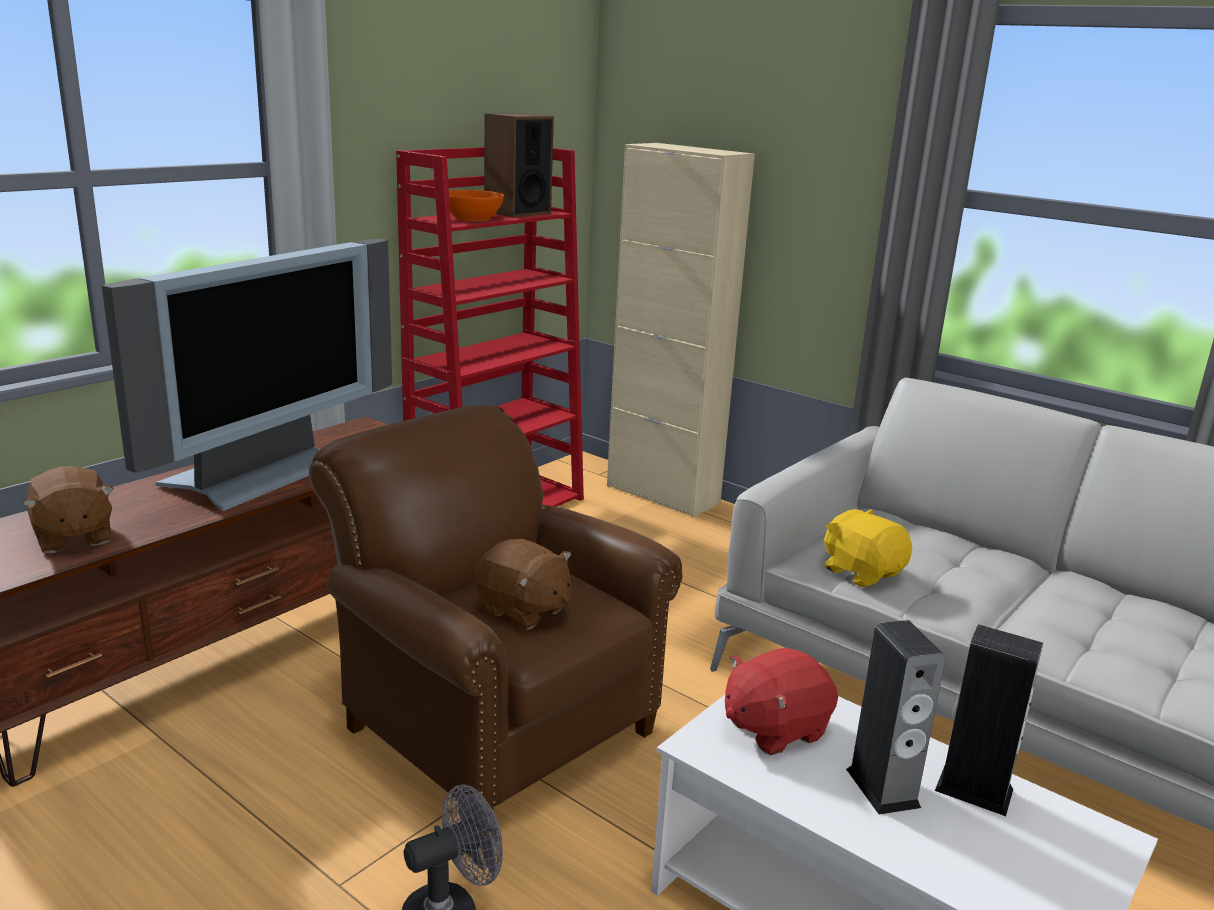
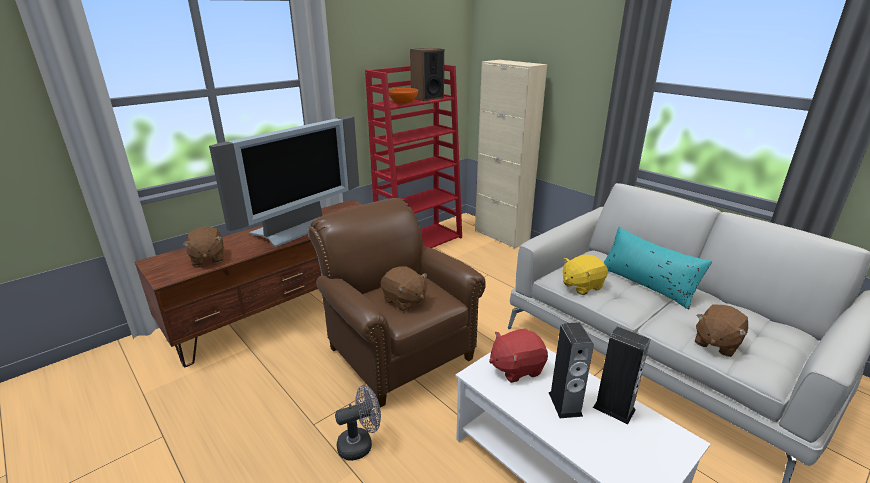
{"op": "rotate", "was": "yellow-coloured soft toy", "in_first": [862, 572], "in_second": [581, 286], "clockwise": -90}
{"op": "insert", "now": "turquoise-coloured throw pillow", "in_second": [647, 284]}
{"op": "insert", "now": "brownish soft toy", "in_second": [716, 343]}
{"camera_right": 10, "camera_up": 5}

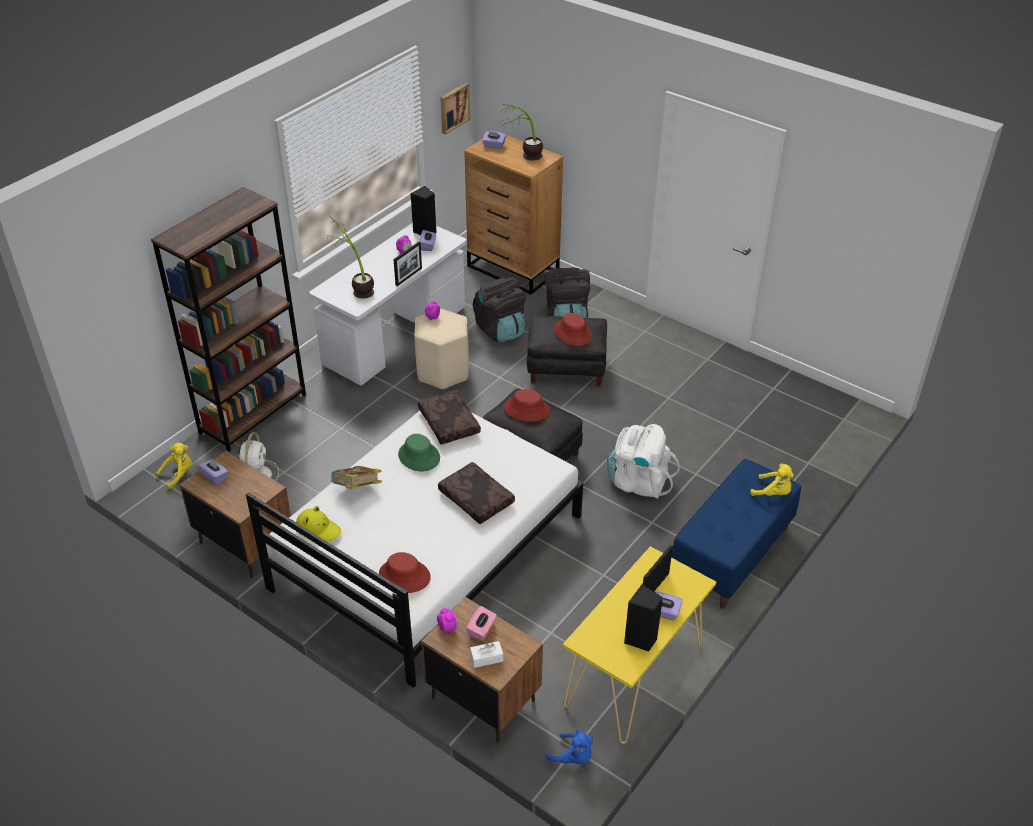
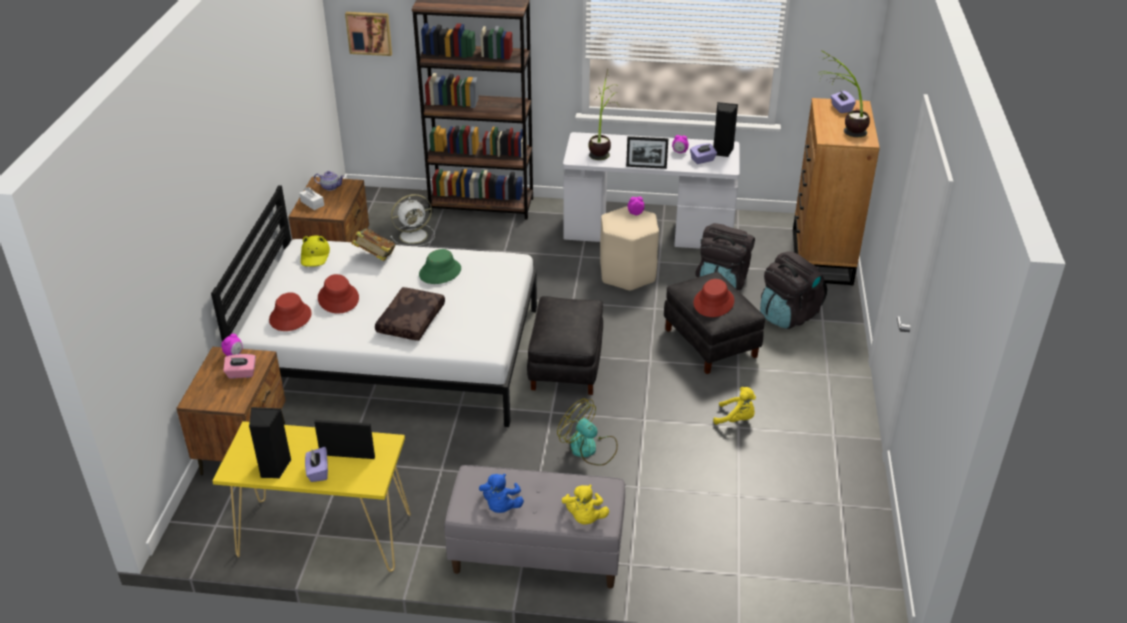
{"op": "move", "was": "yellow-coloured soft toy", "in_first": [179, 474], "in_second": [736, 419]}
{"op": "replace", "was": "purplish box of tissues", "now": "tea pot", "in_first": [215, 477], "in_second": [330, 187]}
{"op": "delete", "was": "brownish throw pillow", "in_first": [447, 423]}
{"op": "move", "was": "picture", "in_first": [453, 107], "in_second": [369, 32]}
{"op": "move", "was": "white-coloured box of tissues", "in_first": [486, 658], "in_second": [312, 203]}
{"op": "move", "was": "red-coloured wearable hat", "in_first": [527, 409], "in_second": [338, 298]}
{"op": "move", "was": "bluish soft toy", "in_first": [573, 757], "in_second": [501, 506]}
{"op": "replace", "was": "white-coloured rucksack", "now": "fan", "in_first": [638, 482], "in_second": [589, 449]}
{"op": "recolor", "was": "bluish bench", "now": "gray bench", "in_first": [731, 555], "in_second": [536, 554]}
{"camera_right": 60, "camera_up": -5}

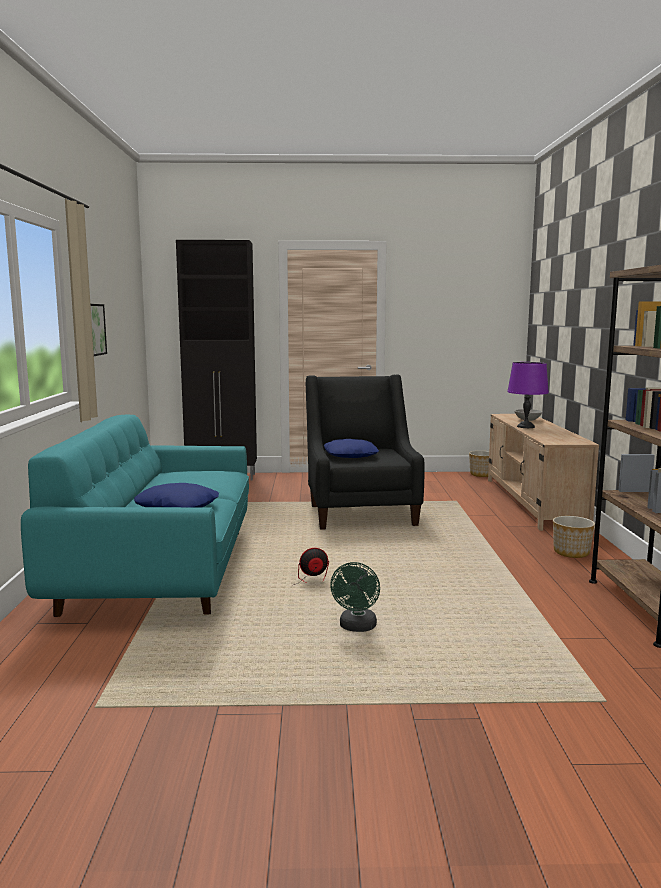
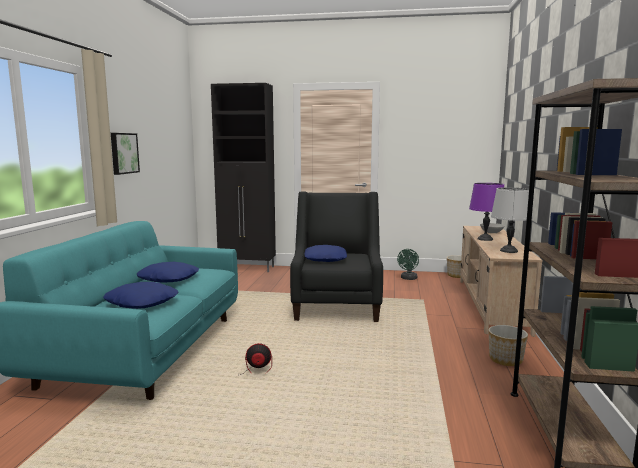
{"op": "move", "was": "green-coloured fan", "in_first": [357, 627], "in_second": [408, 278]}
{"op": "insert", "now": "bluish throw pillow", "in_second": [169, 278]}
{"op": "insert", "now": "gray tabletop lamp", "in_second": [508, 251]}
{"camera_right": 10, "camera_up": 0}

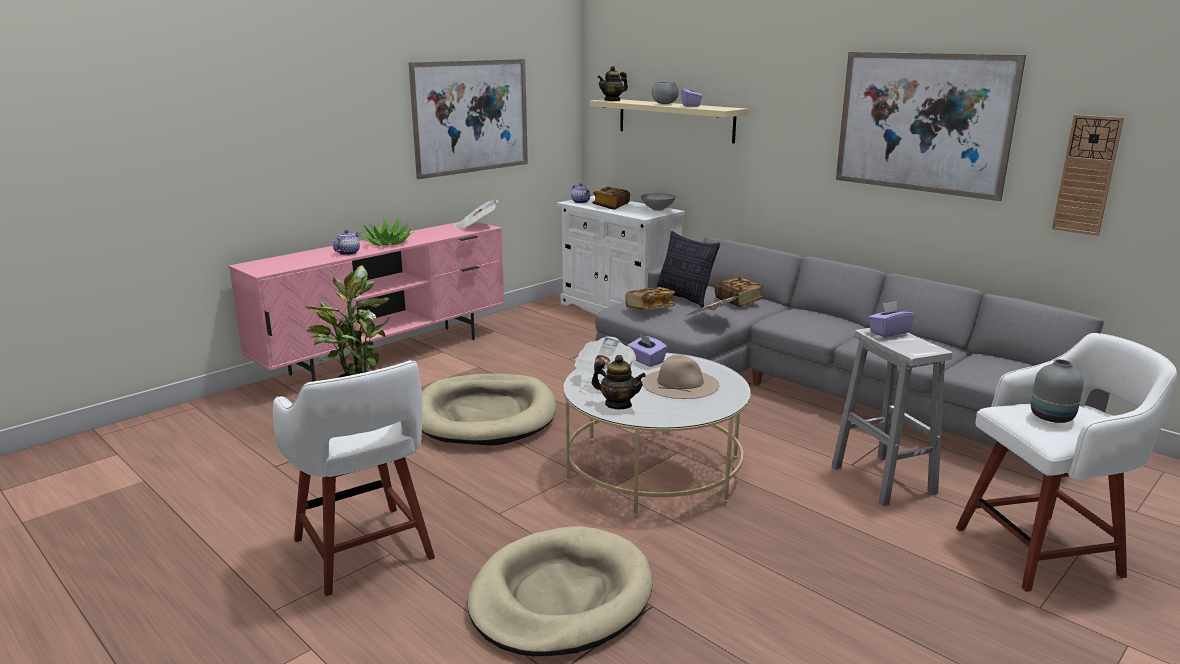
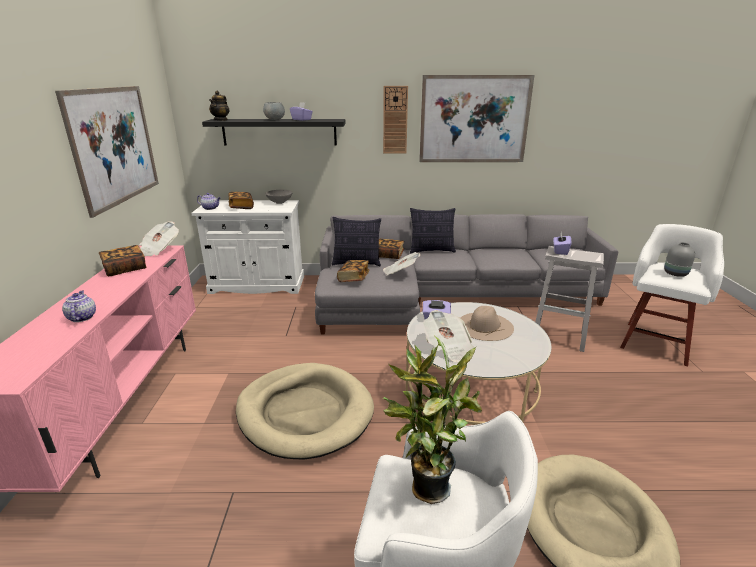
{"op": "delete", "was": "potted plant", "in_first": [387, 243]}
{"op": "recolor", "was": "beige-coloured bracket shelf", "now": "black bracket shelf", "in_first": [675, 120], "in_second": [279, 132]}
{"op": "delete", "was": "tea pot", "in_first": [618, 404]}
{"op": "move", "was": "hanging clock", "in_first": [1087, 175], "in_second": [395, 120]}
{"op": "insert", "now": "book", "in_second": [125, 269]}
{"op": "insert", "now": "throw pillow", "in_second": [431, 250]}
{"camera_right": -45, "camera_up": 5}

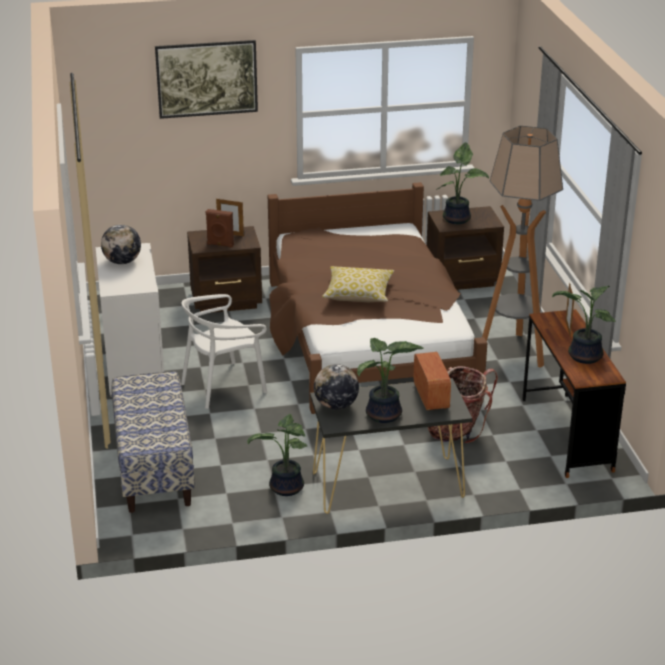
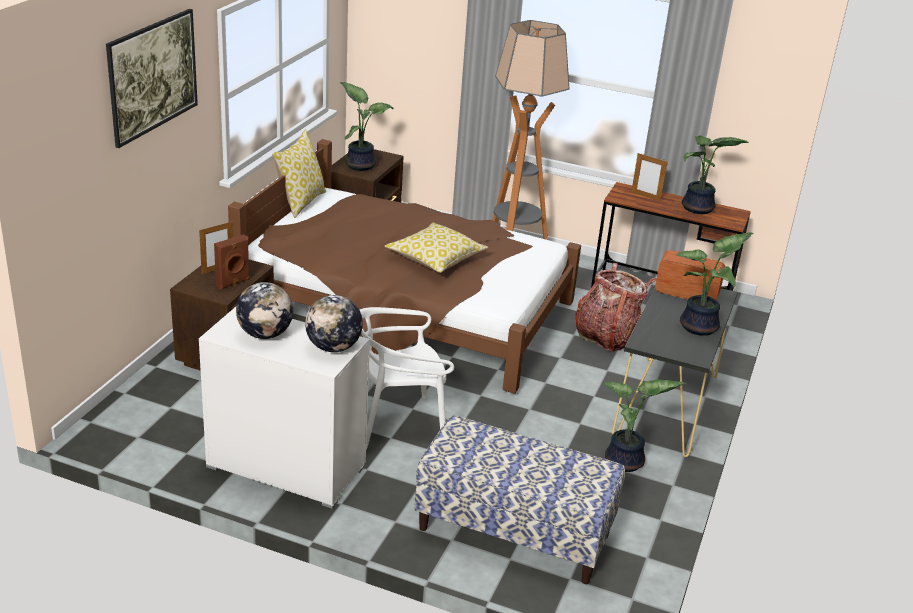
{"op": "rotate", "was": "white-coloured plain chair", "in_first": [223, 386], "in_second": [398, 424], "clockwise": 75}
{"op": "move", "was": "globe", "in_first": [336, 406], "in_second": [333, 347]}
{"op": "insert", "now": "throw pillow", "in_second": [300, 202]}
{"camera_right": -60, "camera_up": 0}

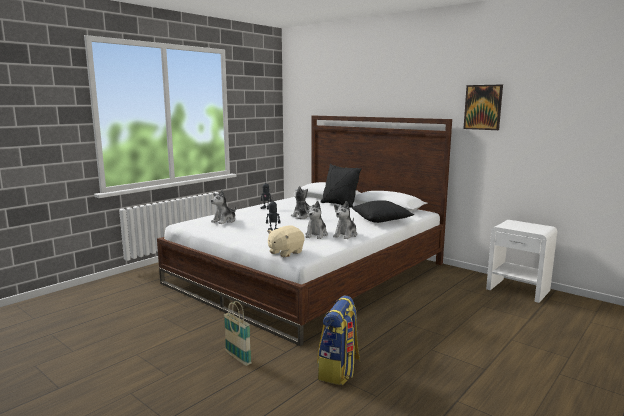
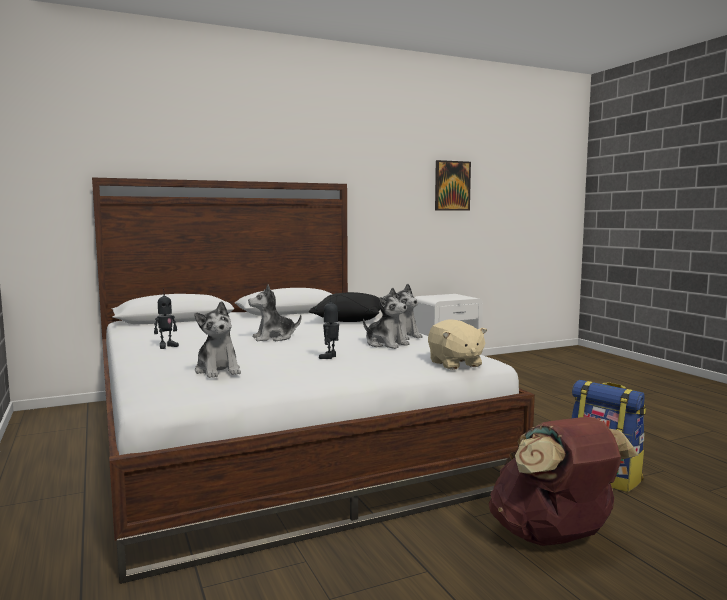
{"op": "replace", "was": "household basket", "now": "brownish rucksack", "in_first": [238, 358], "in_second": [553, 537]}
{"op": "delete", "was": "black throw pillow", "in_first": [339, 204]}
{"op": "move", "was": "picture", "in_first": [483, 107], "in_second": [452, 186]}
{"camera_right": -65, "camera_up": -5}

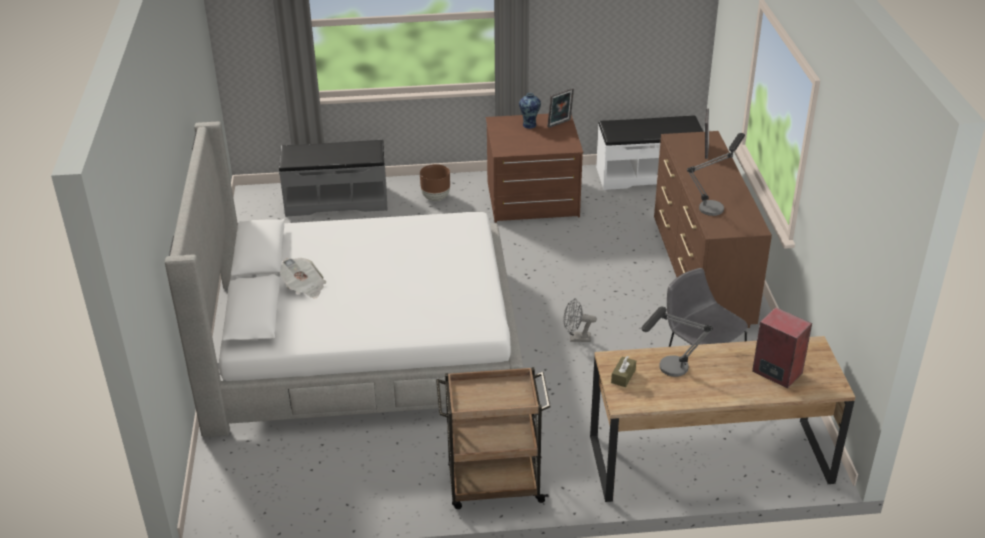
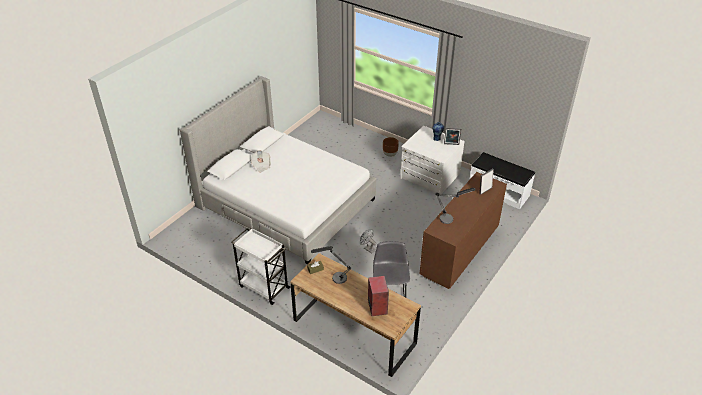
{"op": "delete", "was": "gray bench", "in_first": [336, 201]}
{"op": "recolor", "was": "brownish wheeled cart", "now": "white-coloured wheeled cart", "in_first": [493, 485], "in_second": [263, 287]}
{"op": "recolor", "was": "brownish chest of drawers", "now": "white-coloured chest of drawers", "in_first": [532, 200], "in_second": [429, 176]}
{"camera_right": 40, "camera_up": 5}

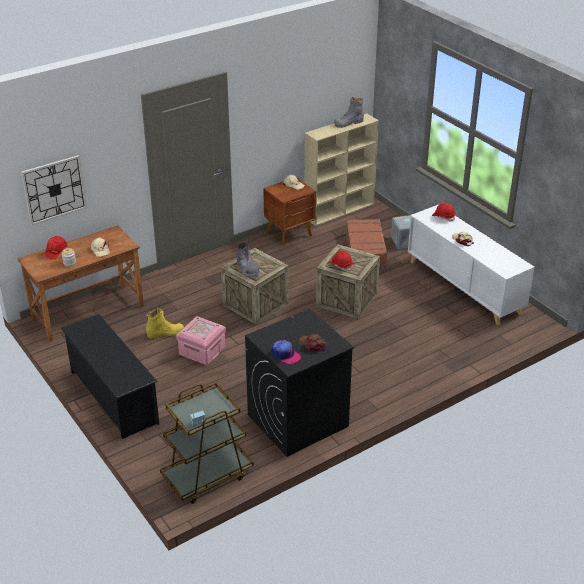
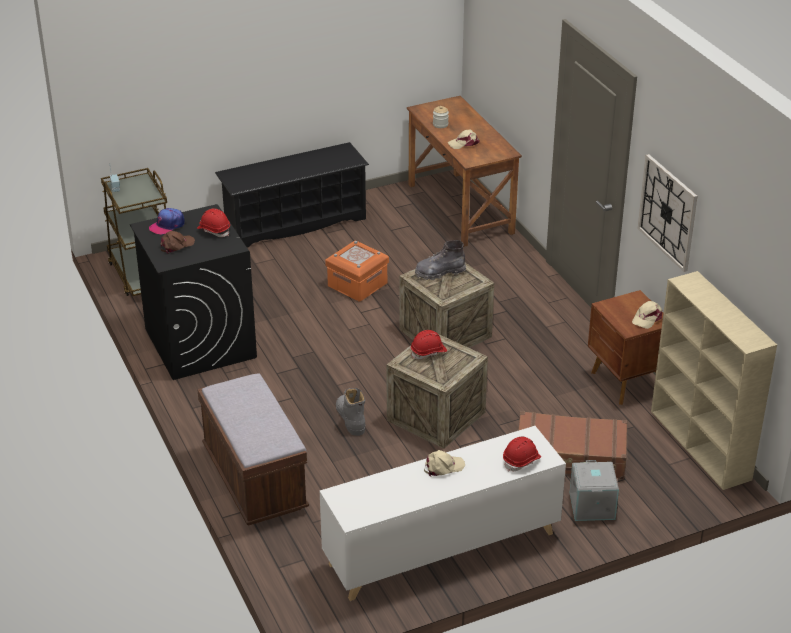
{"op": "move", "was": "hanging clock", "in_first": [54, 189], "in_second": [668, 212]}
{"op": "move", "was": "red-coloured safety helmet", "in_first": [56, 252], "in_second": [214, 230]}
{"op": "delete", "was": "yellow-coloured tall boot", "in_first": [165, 333]}
{"op": "recolor", "was": "pink-coloured storage box", "now": "orange storage box", "in_first": [202, 350], "in_second": [357, 284]}
{"op": "move", "was": "gray tall boot", "in_first": [349, 123], "in_second": [350, 419]}
{"op": "insert", "now": "brownish bench", "in_second": [254, 480]}
{"camera_right": 100, "camera_up": 0}

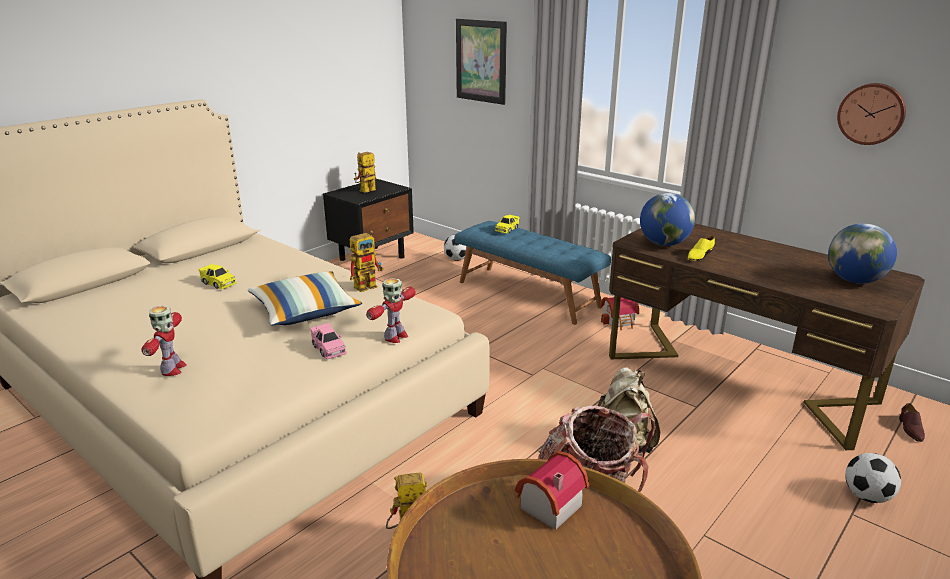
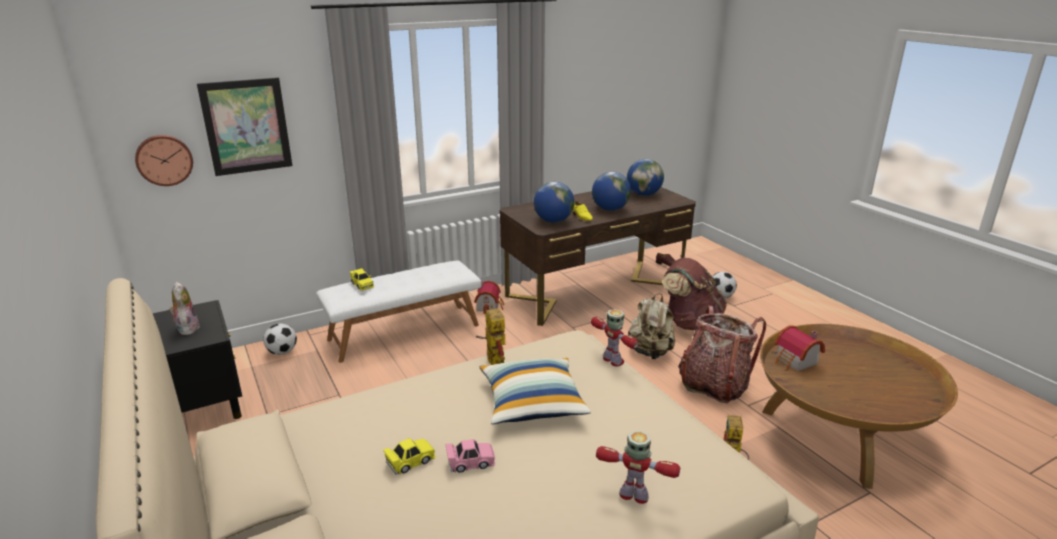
{"op": "move", "was": "pink-coloured toy car", "in_first": [329, 349], "in_second": [470, 462]}
{"op": "replace", "was": "toy robot", "now": "soft toy", "in_first": [365, 191], "in_second": [187, 328]}
{"op": "recolor", "was": "bluish bench", "now": "white-coloured bench", "in_first": [528, 294], "in_second": [404, 332]}
{"op": "move", "was": "hanging clock", "in_first": [871, 113], "in_second": [164, 160]}
{"op": "insert", "now": "globe", "in_second": [610, 209]}
{"op": "insert", "now": "brownish rucksack", "in_second": [690, 324]}
{"camera_right": -70, "camera_up": 0}

